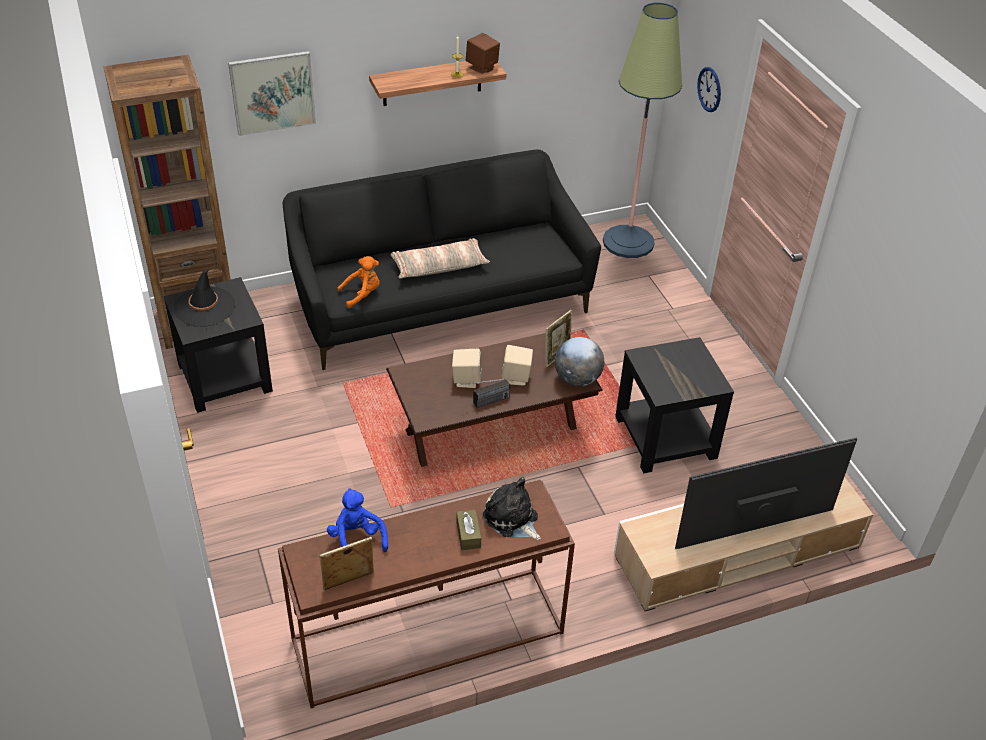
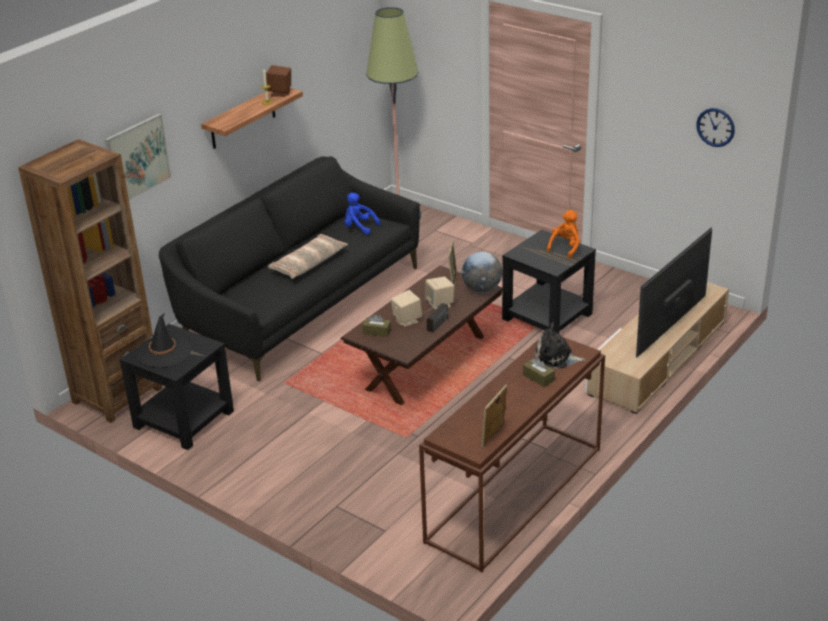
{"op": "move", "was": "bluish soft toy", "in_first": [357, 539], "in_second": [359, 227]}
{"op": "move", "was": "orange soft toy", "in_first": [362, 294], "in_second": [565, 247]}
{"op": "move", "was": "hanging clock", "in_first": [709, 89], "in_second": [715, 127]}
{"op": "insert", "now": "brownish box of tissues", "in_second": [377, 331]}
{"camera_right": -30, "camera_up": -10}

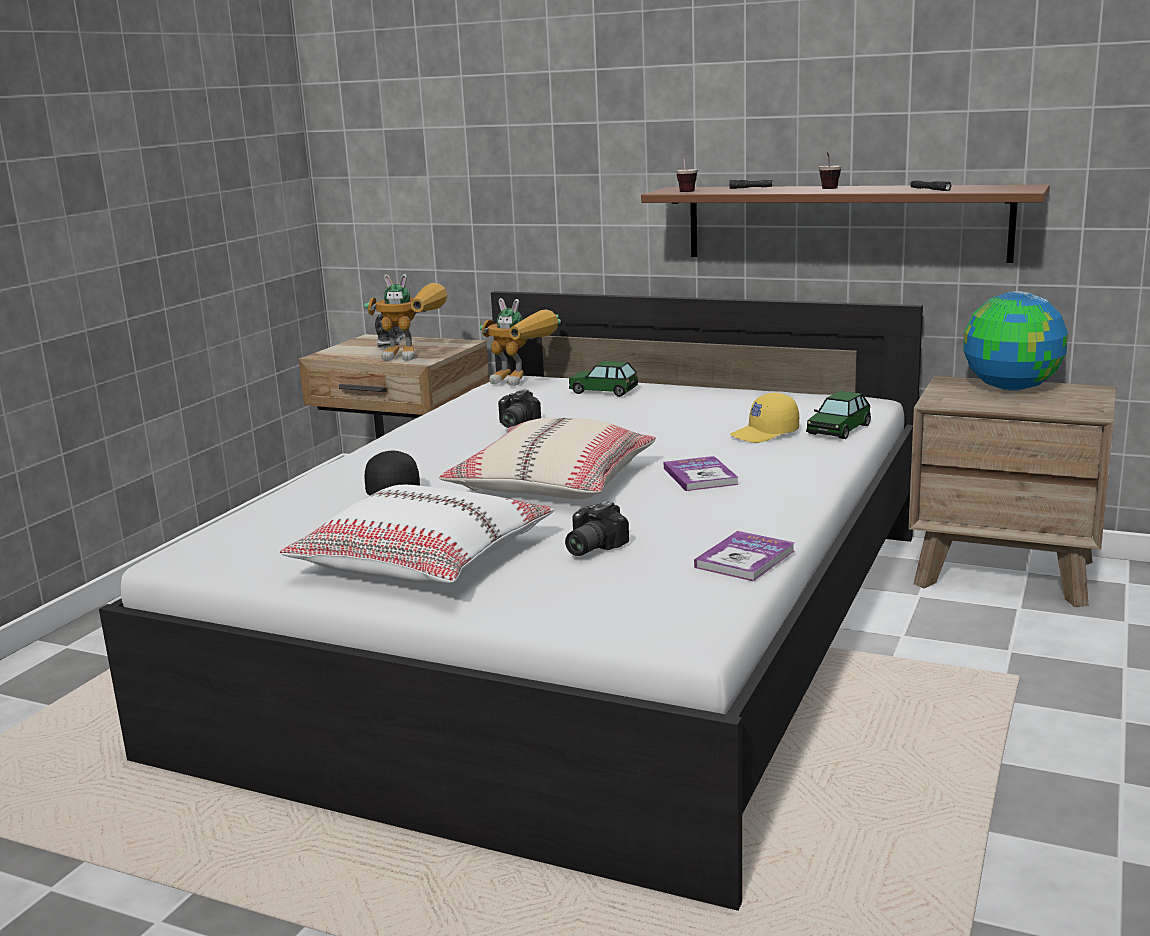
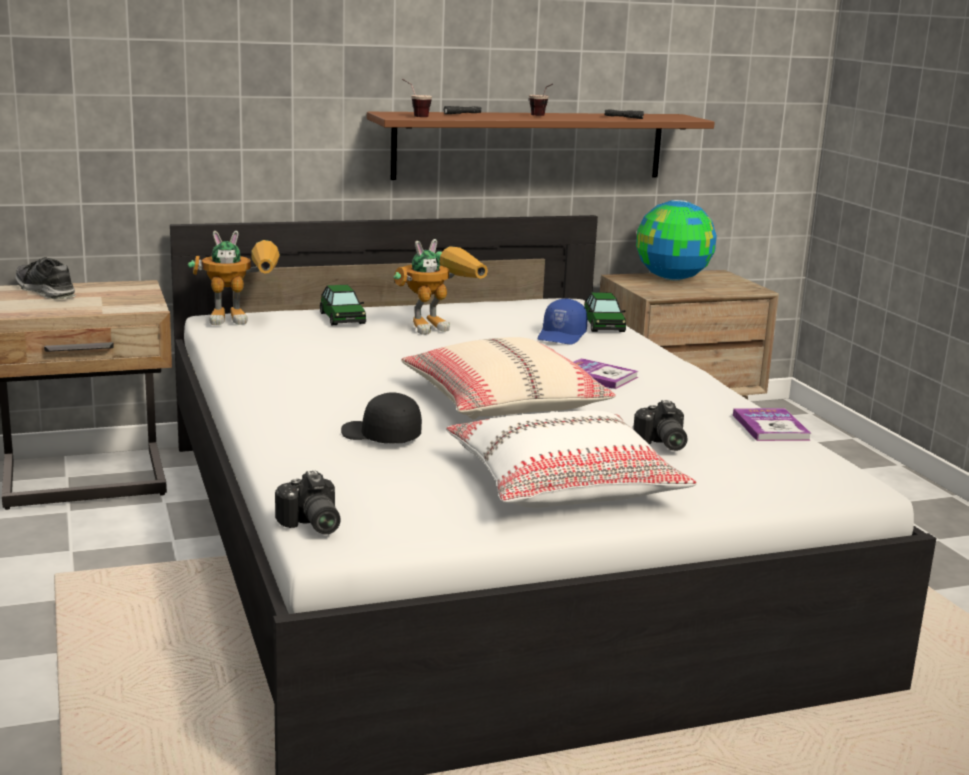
{"op": "move", "was": "toy robot", "in_first": [415, 356], "in_second": [438, 326]}
{"op": "move", "was": "still camera", "in_first": [514, 424], "in_second": [310, 525]}
{"op": "rotate", "was": "toy car", "in_first": [603, 391], "in_second": [342, 318], "clockwise": -90}
{"op": "recolor", "was": "yellow-coloured cap", "now": "bluish cap", "in_first": [765, 434], "in_second": [562, 336]}
{"camera_right": -45, "camera_up": 0}

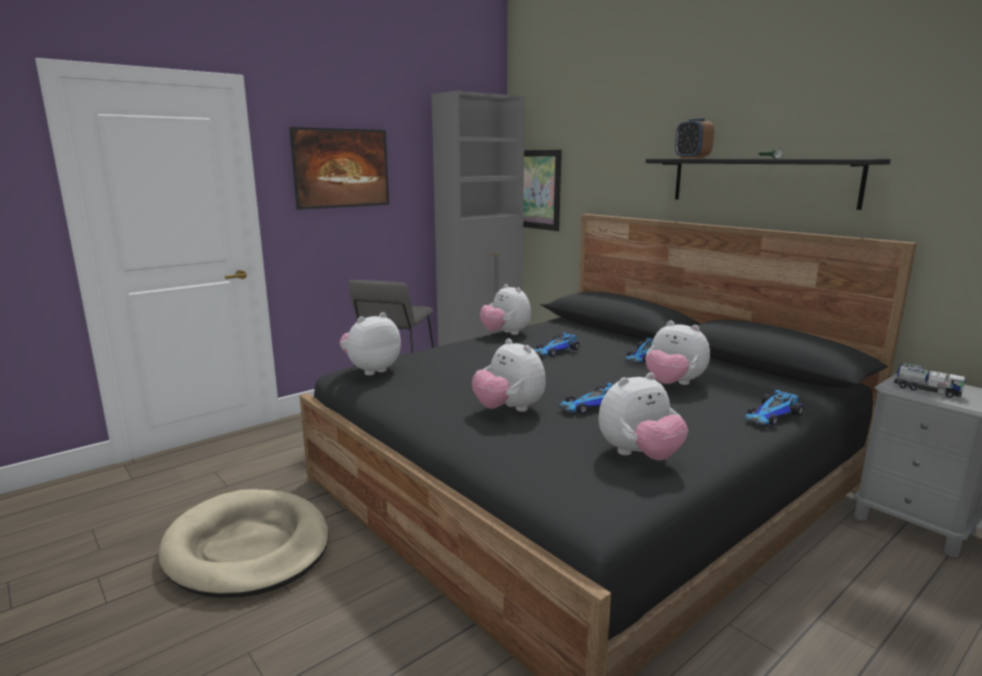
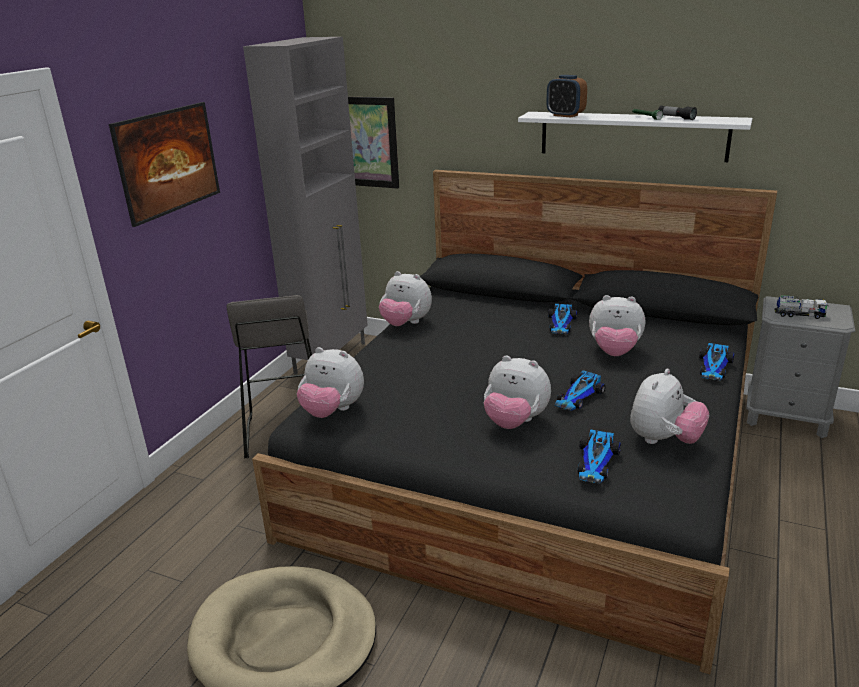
{"op": "rotate", "was": "soft toy", "in_first": [371, 370], "in_second": [332, 411], "clockwise": -90}
{"op": "move", "was": "toy car", "in_first": [555, 350], "in_second": [596, 463]}
{"op": "recolor", "was": "black bracket shelf", "now": "white-coloured bracket shelf", "in_first": [760, 181], "in_second": [632, 136]}
{"op": "insert", "now": "hand torch", "in_second": [676, 118]}
{"camera_right": -25, "camera_up": 10}

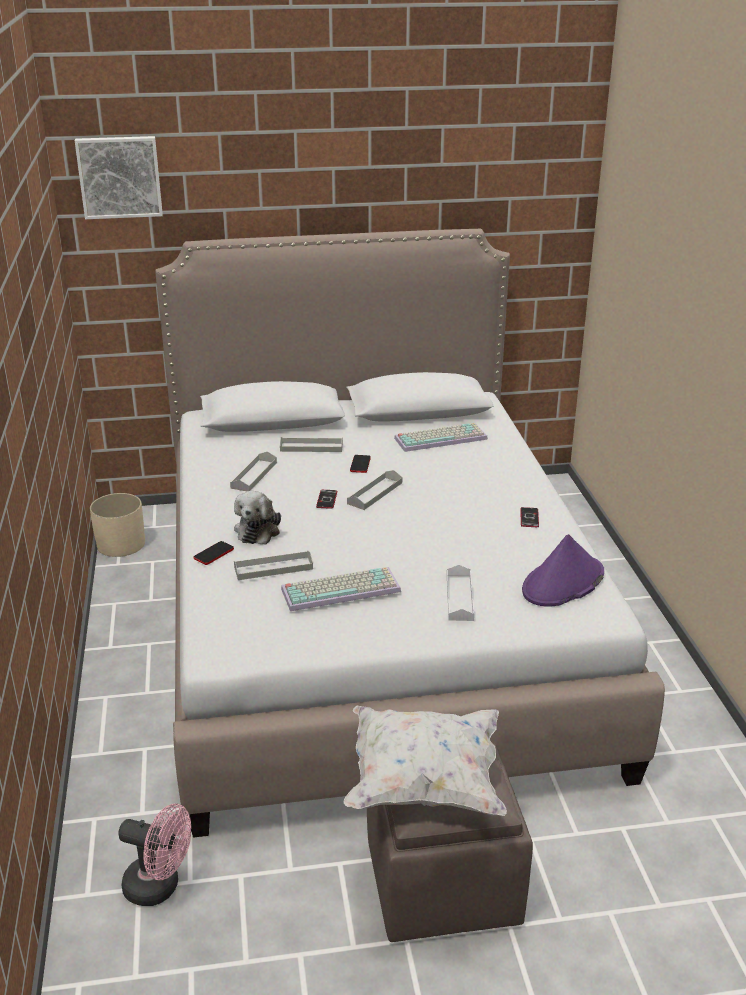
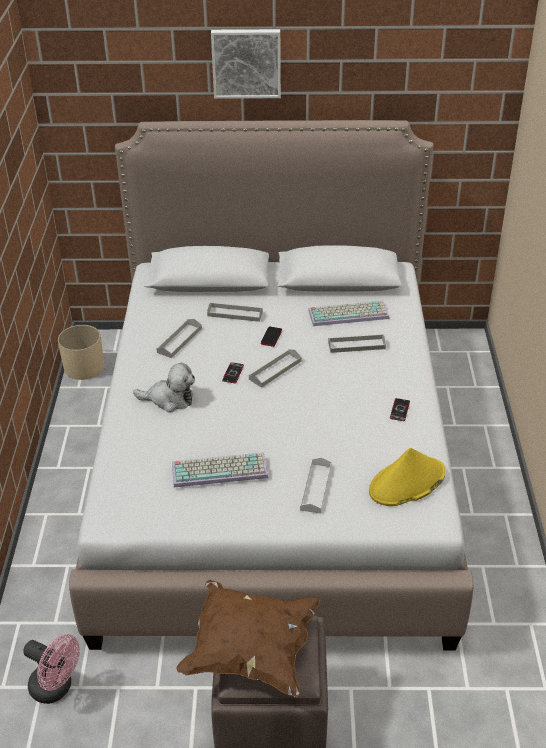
{"op": "move", "was": "picture", "in_first": [119, 177], "in_second": [246, 62]}
{"op": "delete", "was": "telephone", "in_first": [214, 554]}
{"op": "rotate", "was": "soft toy", "in_first": [258, 529], "in_second": [169, 399], "clockwise": -105}
{"op": "move", "was": "gray carrying tray", "in_first": [273, 568], "in_second": [356, 345]}
{"op": "recolor", "was": "white-coloured throw pillow", "now": "brownish throw pillow", "in_first": [424, 783], "in_second": [250, 651]}
{"op": "recolor", "was": "purplish wearable hat", "now": "yellow-coloured wearable hat", "in_first": [563, 583], "in_second": [407, 482]}
{"camera_right": 10, "camera_up": 10}

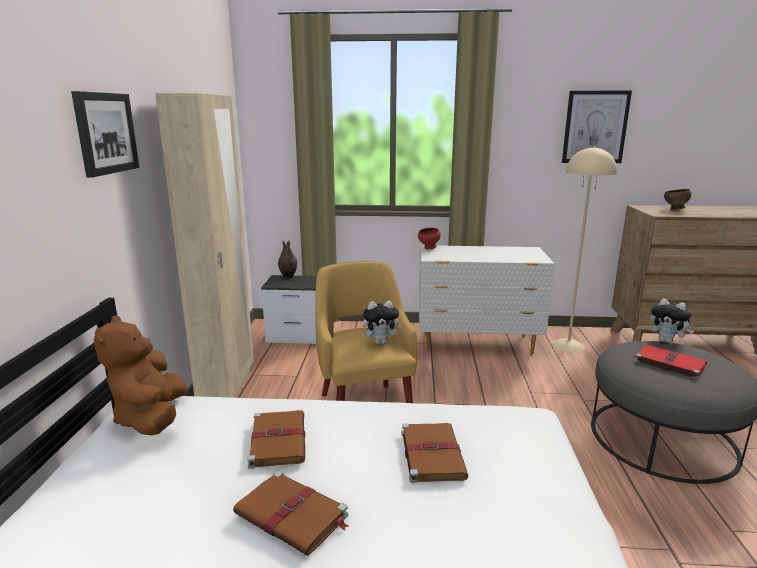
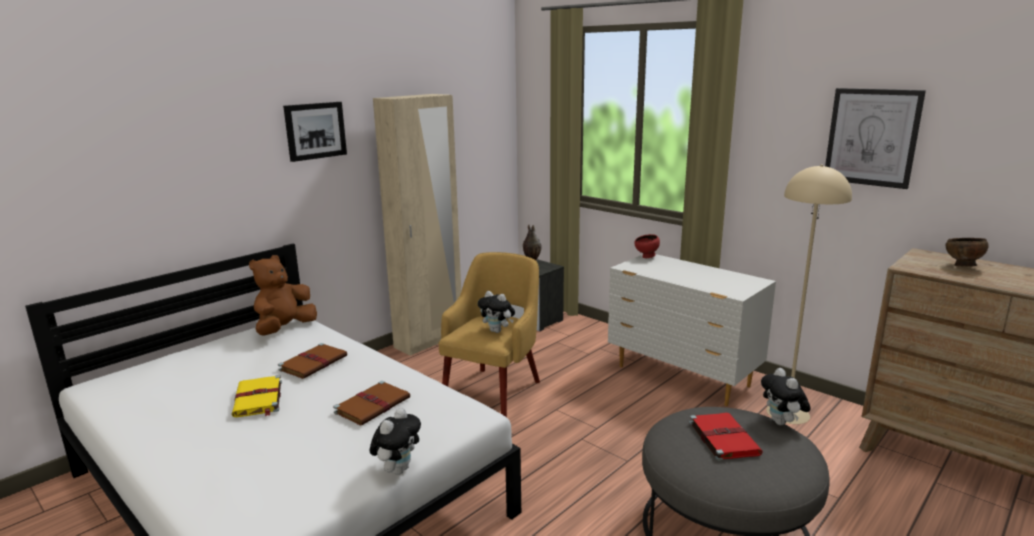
{"op": "recolor", "was": "brownish book", "now": "yellow-coloured book", "in_first": [293, 515], "in_second": [258, 399]}
{"op": "insert", "now": "soft toy", "in_second": [398, 469]}
{"camera_right": 40, "camera_up": 0}

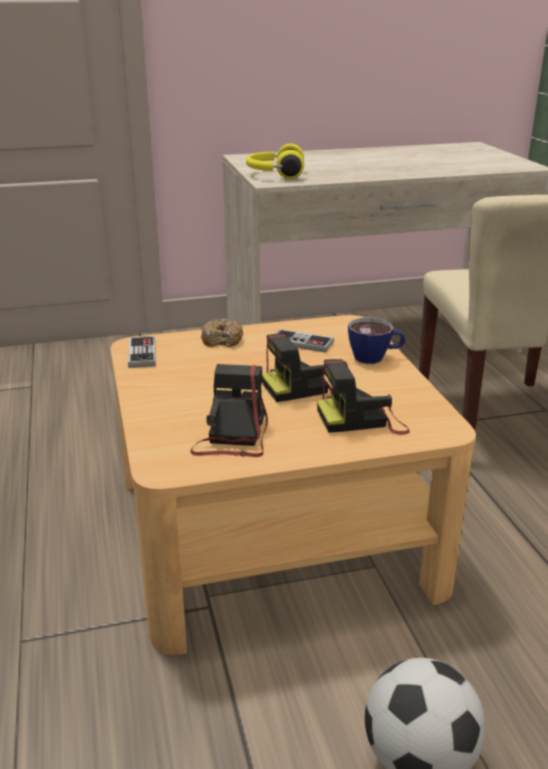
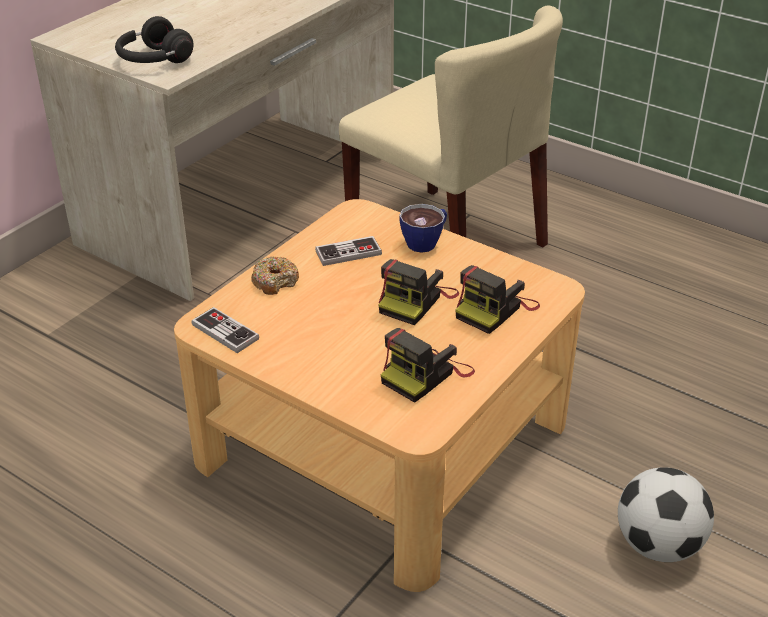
{"op": "rotate", "was": "still camera", "in_first": [233, 436], "in_second": [426, 374], "clockwise": -105}
{"op": "recolor", "was": "yellow-coloured headphones", "now": "black headphones", "in_first": [275, 174], "in_second": [153, 60]}
{"camera_right": -40, "camera_up": 10}

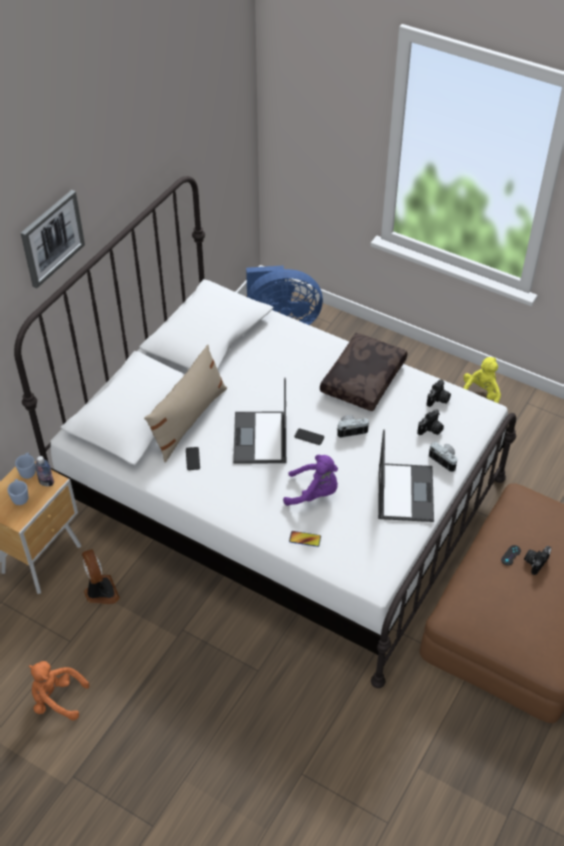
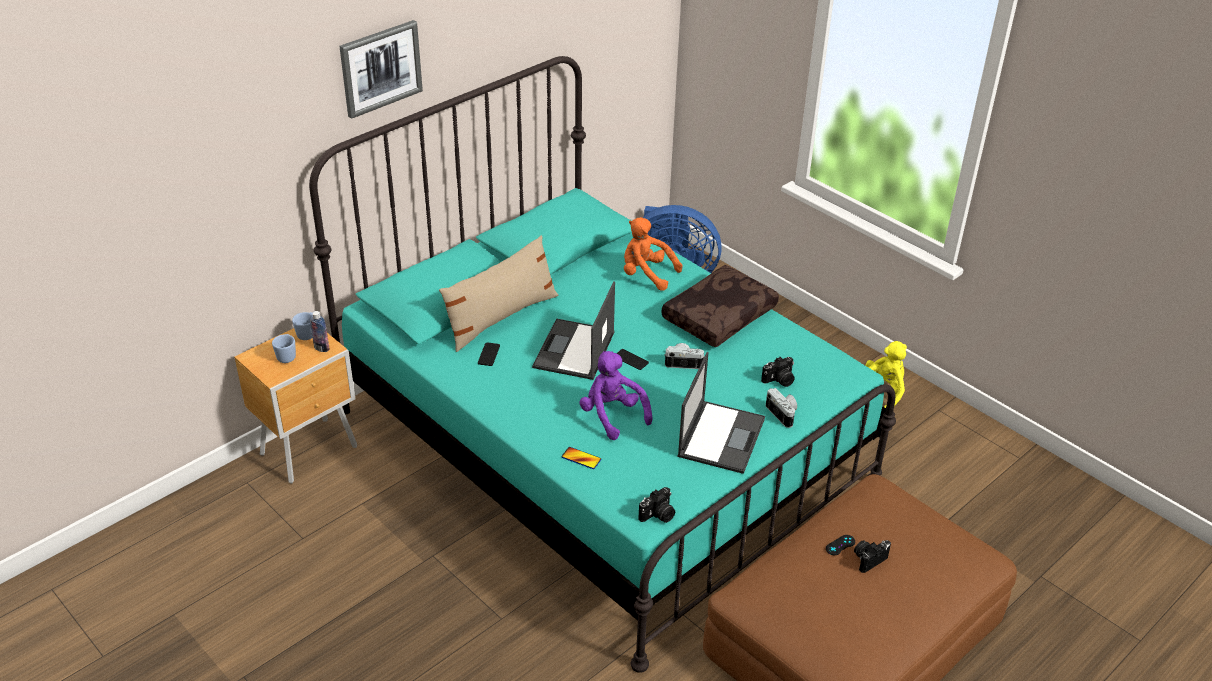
{"op": "recolor", "was": "white-coloured bedroom bed", "now": "turquoise-coloured bedroom bed", "in_first": [281, 496], "in_second": [603, 445]}
{"op": "move", "was": "orange soft toy", "in_first": [57, 699], "in_second": [646, 274]}
{"op": "delete", "was": "fan", "in_first": [100, 592]}
{"op": "rotate", "was": "purplish soft toy", "in_first": [314, 493], "in_second": [612, 415], "clockwise": -150}
{"op": "move", "was": "still camera", "in_first": [438, 400], "in_second": [658, 515]}
{"camera_right": 15, "camera_up": -10}

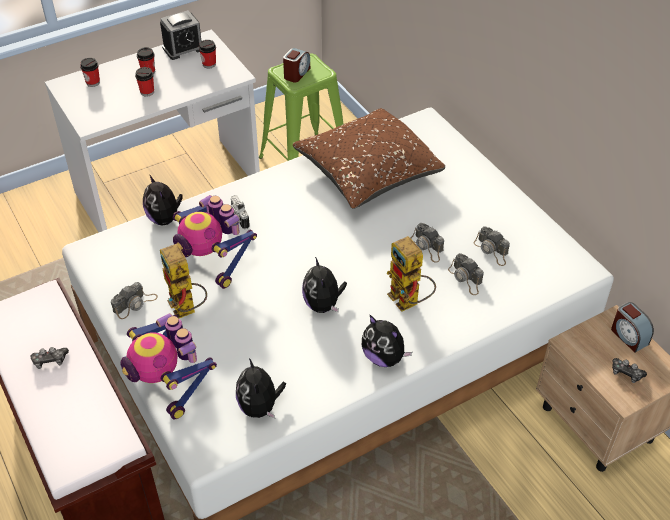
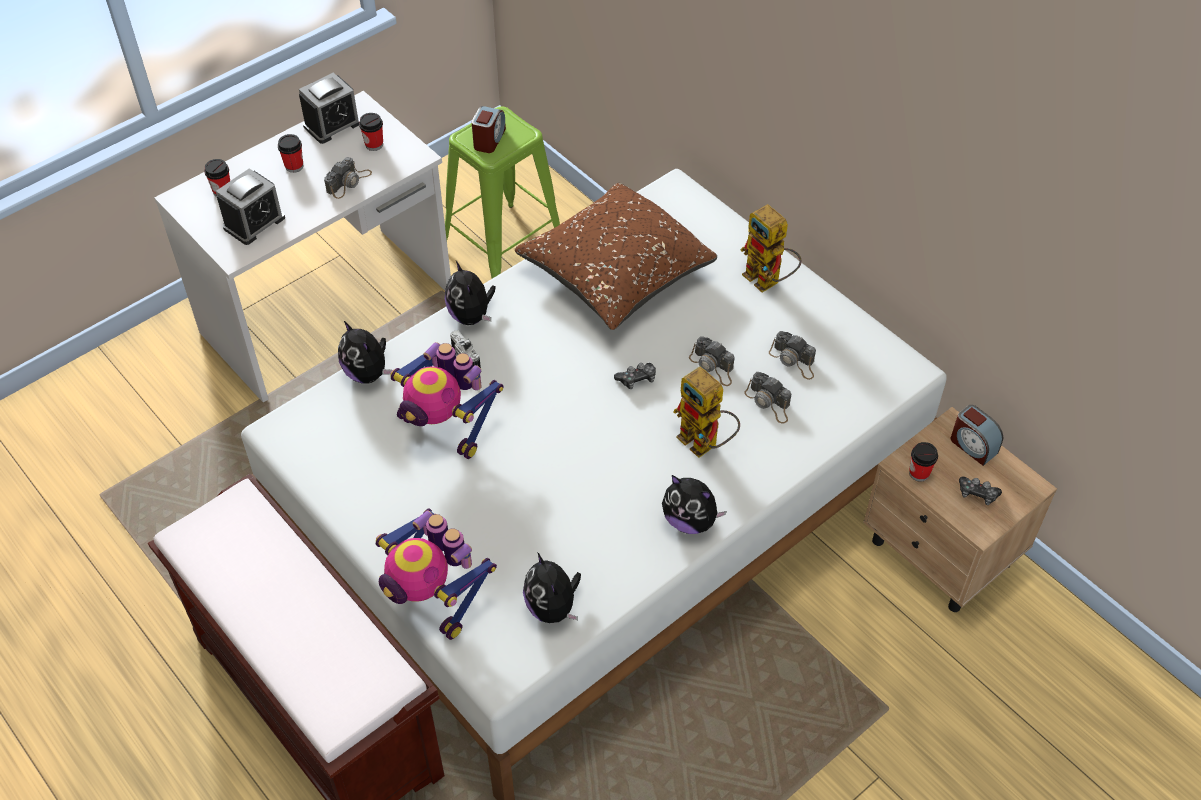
{"op": "move", "was": "game controller", "in_first": [50, 361], "in_second": [637, 379]}
{"op": "move", "was": "still camera", "in_first": [135, 304], "in_second": [349, 182]}
{"op": "move", "was": "small cup", "in_first": [147, 92], "in_second": [919, 473]}
{"op": "move", "was": "toy robot", "in_first": [187, 310], "in_second": [768, 281]}
{"op": "move", "was": "soft toy", "in_first": [323, 305], "in_second": [471, 316]}
{"op": "insert", "now": "bedside clock", "in_second": [254, 223]}
{"camera_right": -10, "camera_up": 5}

